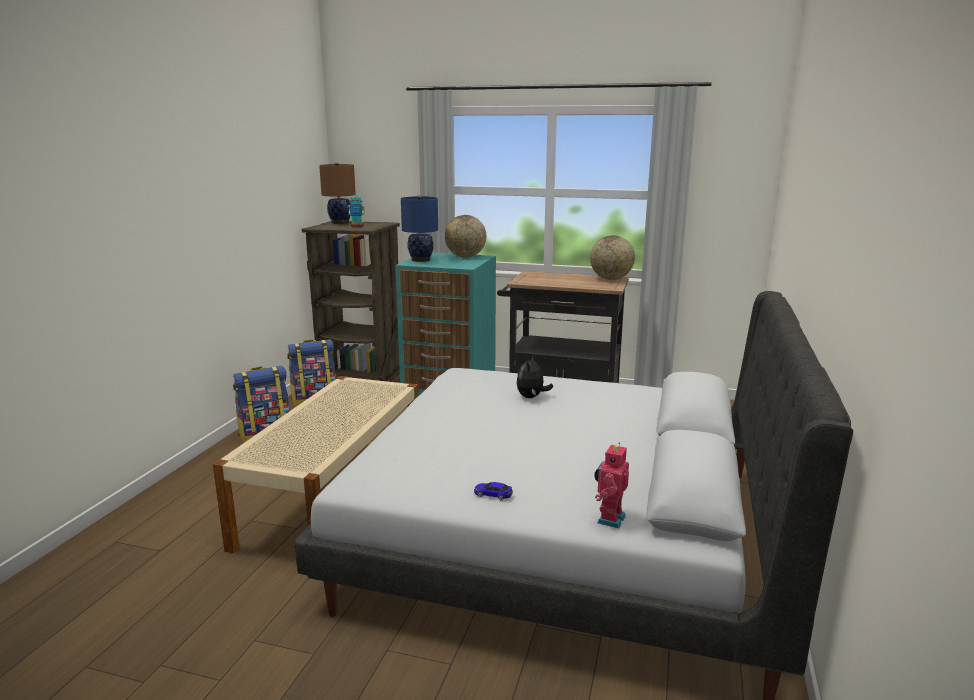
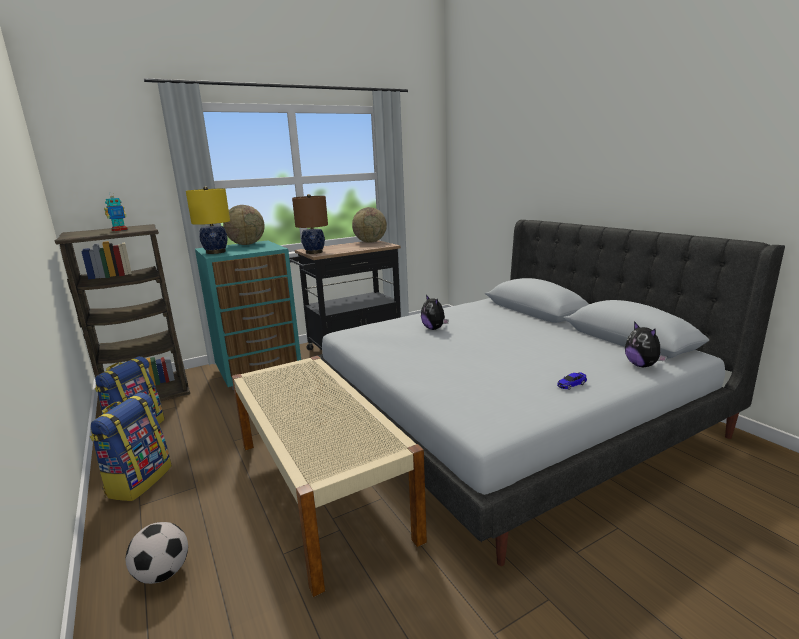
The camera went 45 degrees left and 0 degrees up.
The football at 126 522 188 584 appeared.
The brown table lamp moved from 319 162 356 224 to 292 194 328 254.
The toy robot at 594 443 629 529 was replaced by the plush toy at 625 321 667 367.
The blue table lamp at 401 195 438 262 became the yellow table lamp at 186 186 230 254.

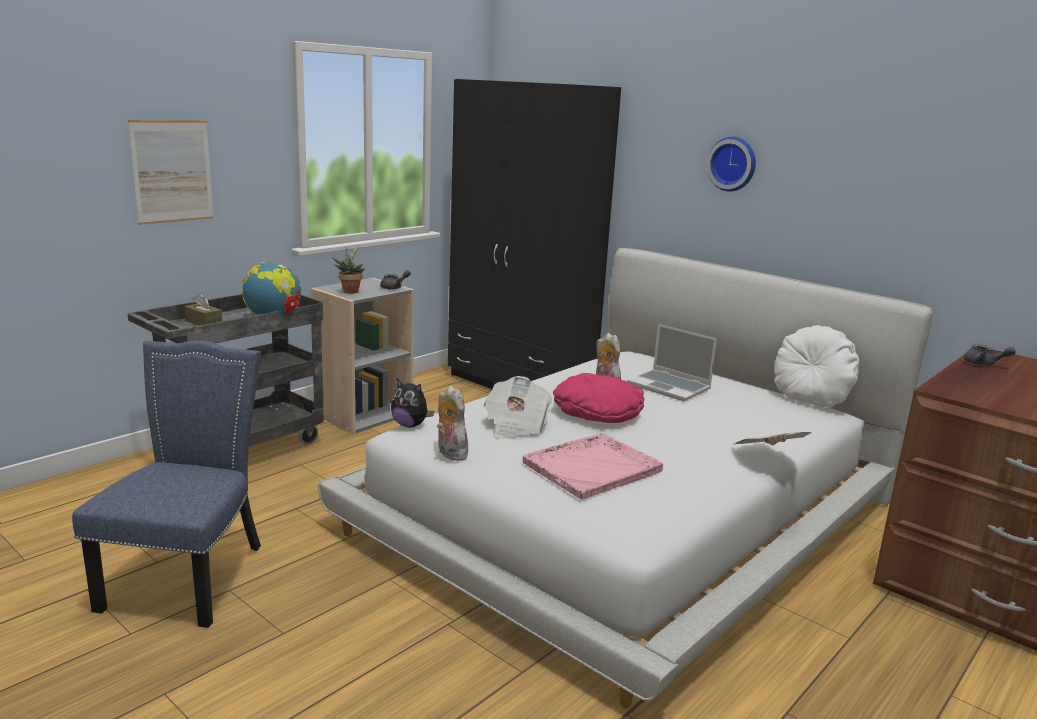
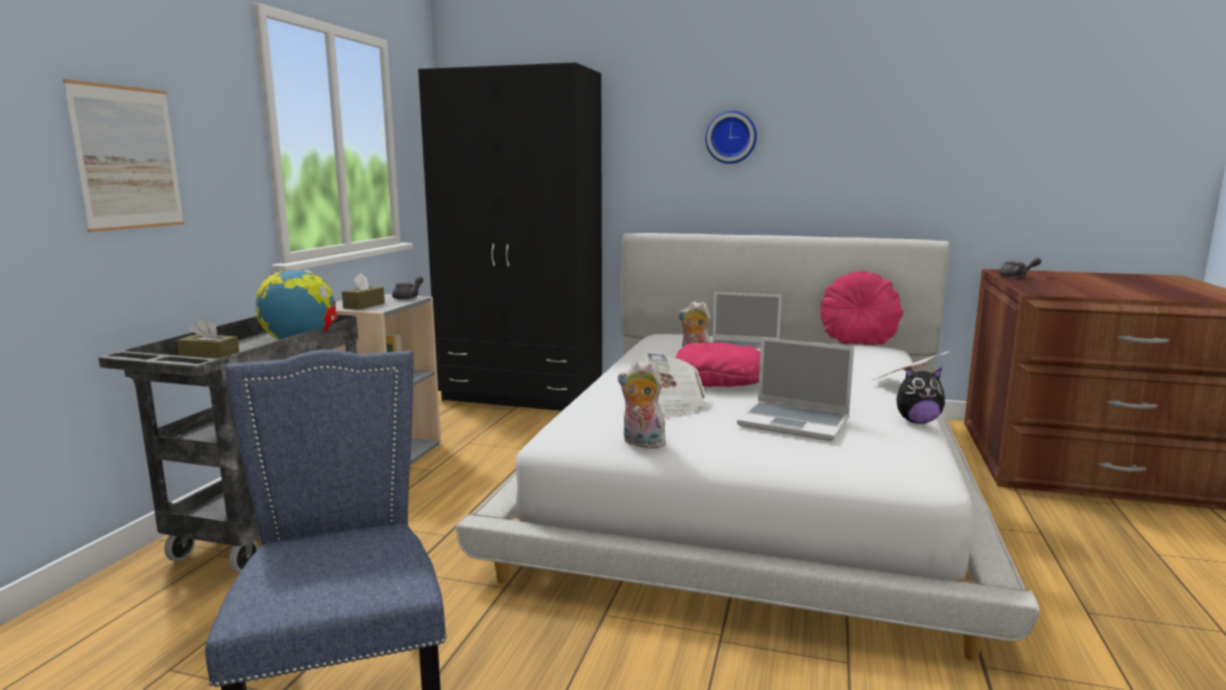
The camera went 25 degrees left and 5 degrees down.
The plush toy moved from 391 379 434 428 to 896 367 945 424.
The potted plant at 332 245 365 294 was replaced by the brown tissue box at 342 273 385 310.
The pink tray at 523 433 663 499 was replaced by the laptop at 737 337 854 441.
The white pillow at 774 325 859 408 became the pink pillow at 820 271 903 345.

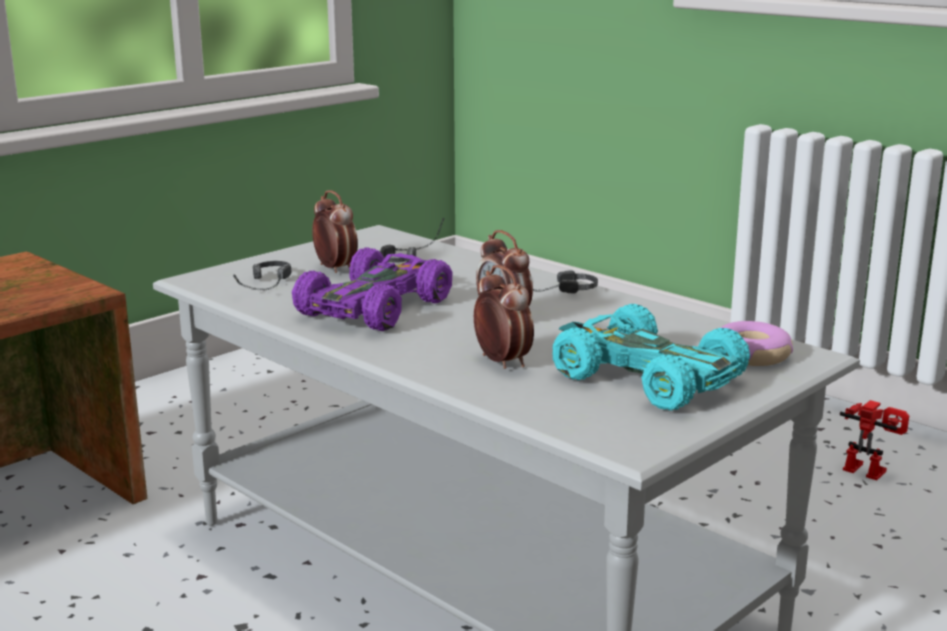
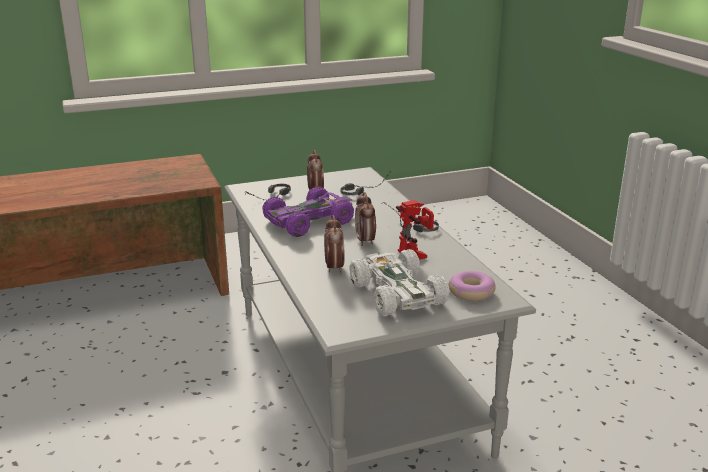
The camera went 25 degrees right and 5 degrees up.
The toy robot moved from 840 400 909 480 to 396 200 434 260.
The turquoise toy car at 552 304 750 410 became the white toy car at 349 249 449 316.

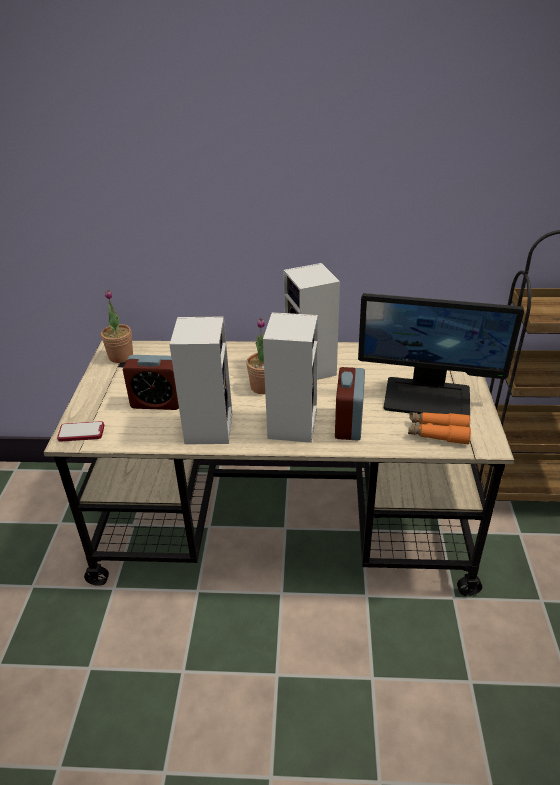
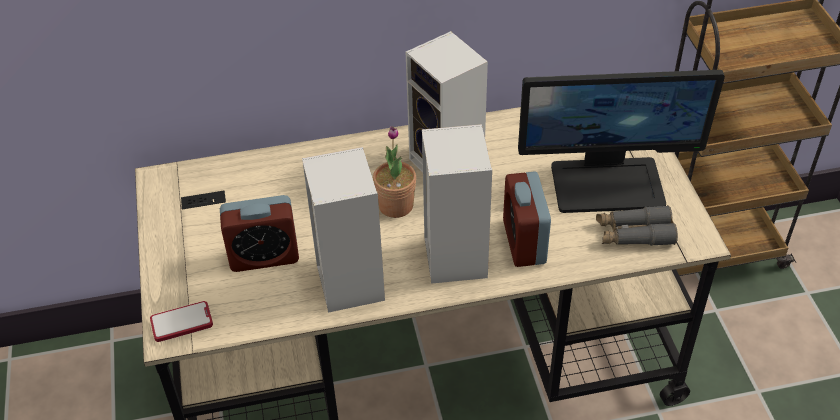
The camera went 15 degrees left and 10 degrees up.
The potted plant at 101 290 133 363 disappeared.
The orange binoculars at 408 412 471 445 became the grey binoculars at 596 205 678 246.

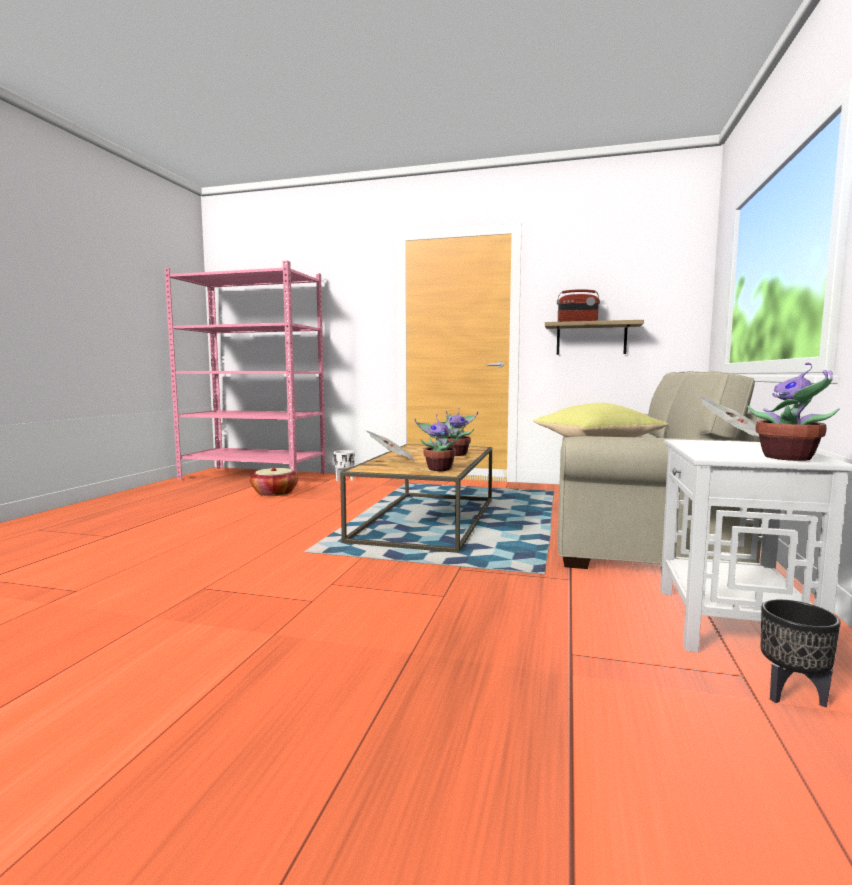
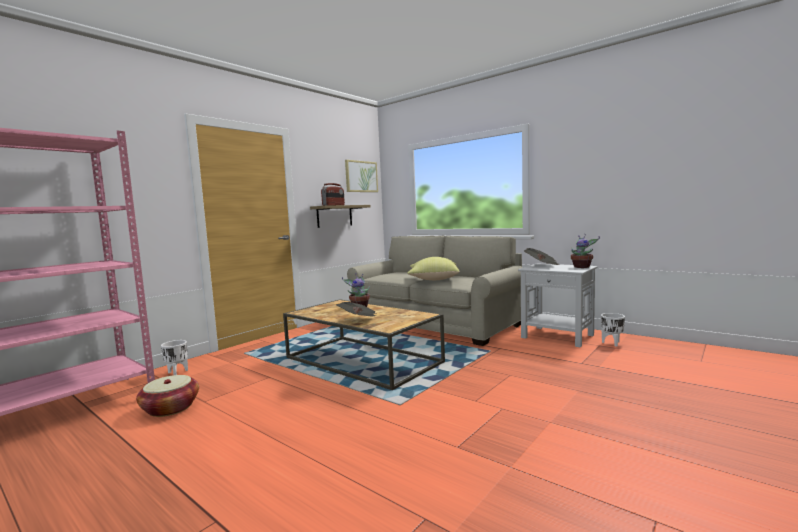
The camera went 65 degrees left and 0 degrees up.
The potted plant at 414 414 458 471 disappeared.
The picture at 345 160 378 192 appeared.
The black planter at 761 599 841 707 became the white planter at 601 313 625 347.

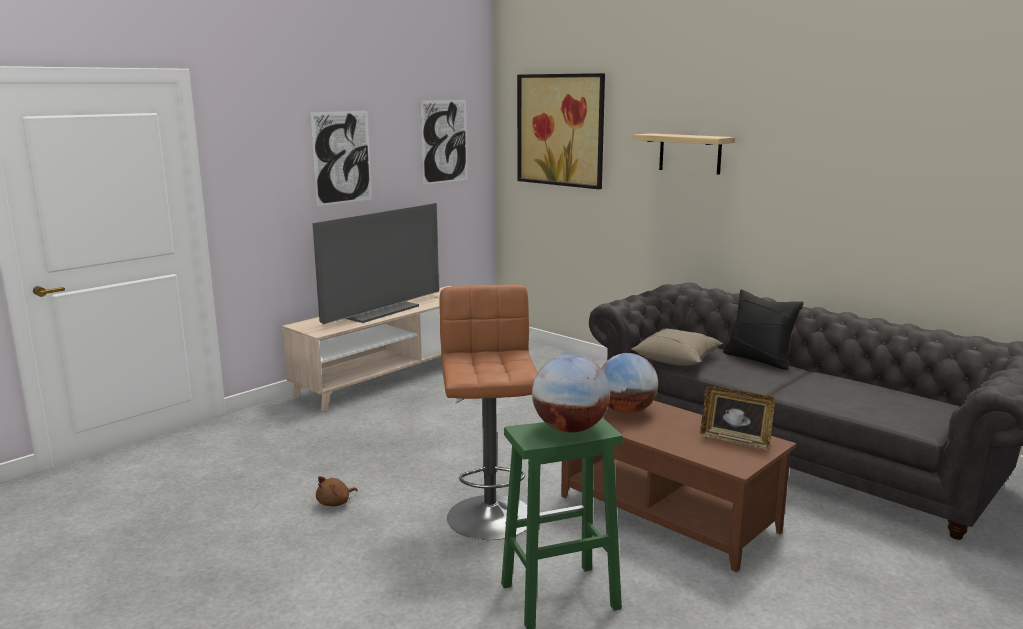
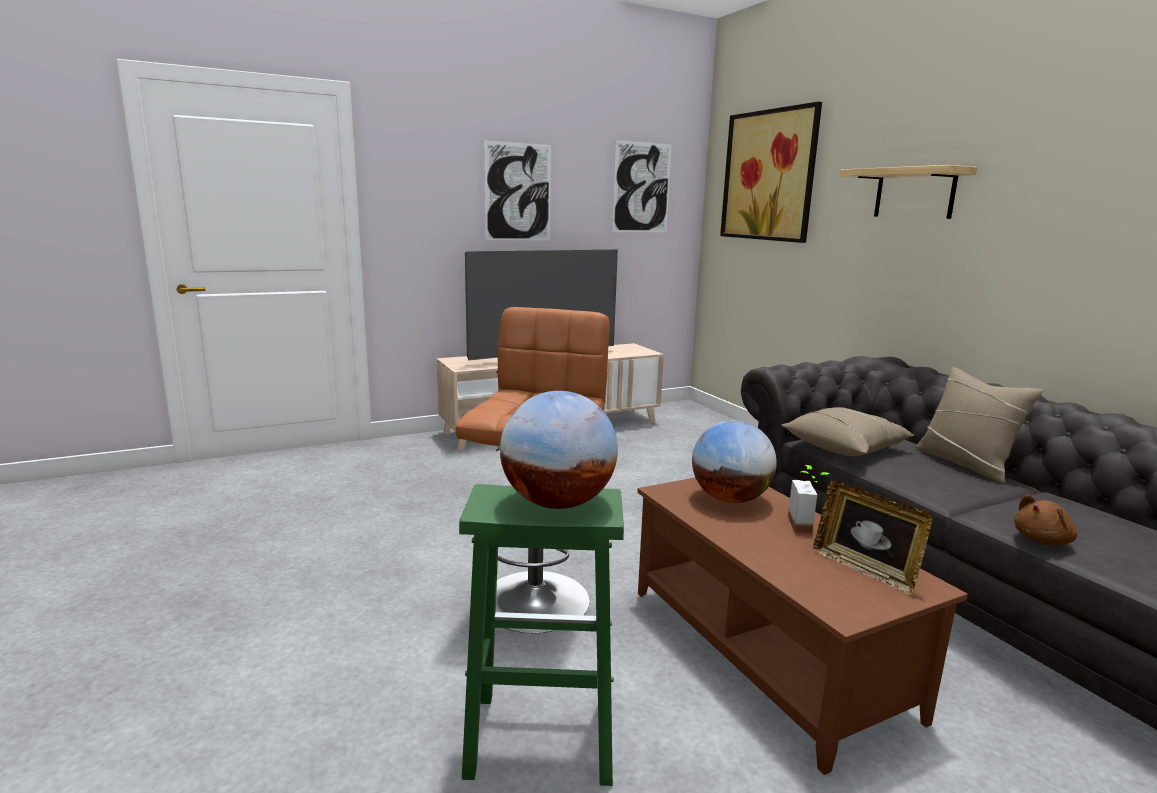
The camera went 20 degrees right and 0 degrees up.
The potted plant at 788 465 830 533 appeared.
The brown plush toy moved from 316 476 358 506 to 1014 495 1077 545.
The black pillow at 723 290 804 370 became the beige pillow at 915 367 1043 483.

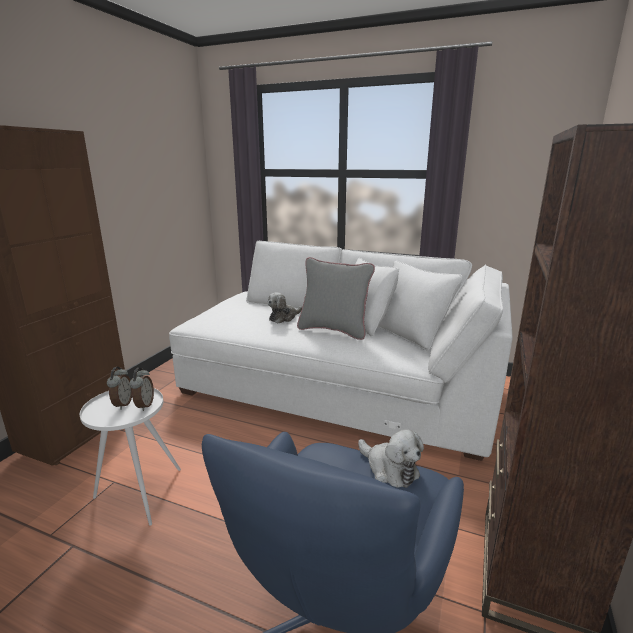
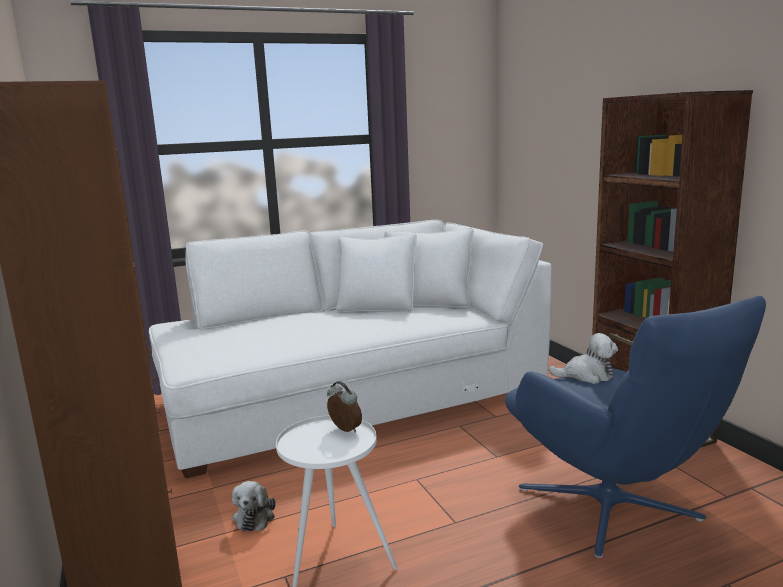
The camera went 45 degrees left and 5 degrees down.
The alarm clock at 107 367 132 410 disappeared.
The grey pillow at 297 257 375 340 disappeared.
The plush toy moved from 268 292 302 323 to 232 481 276 531.

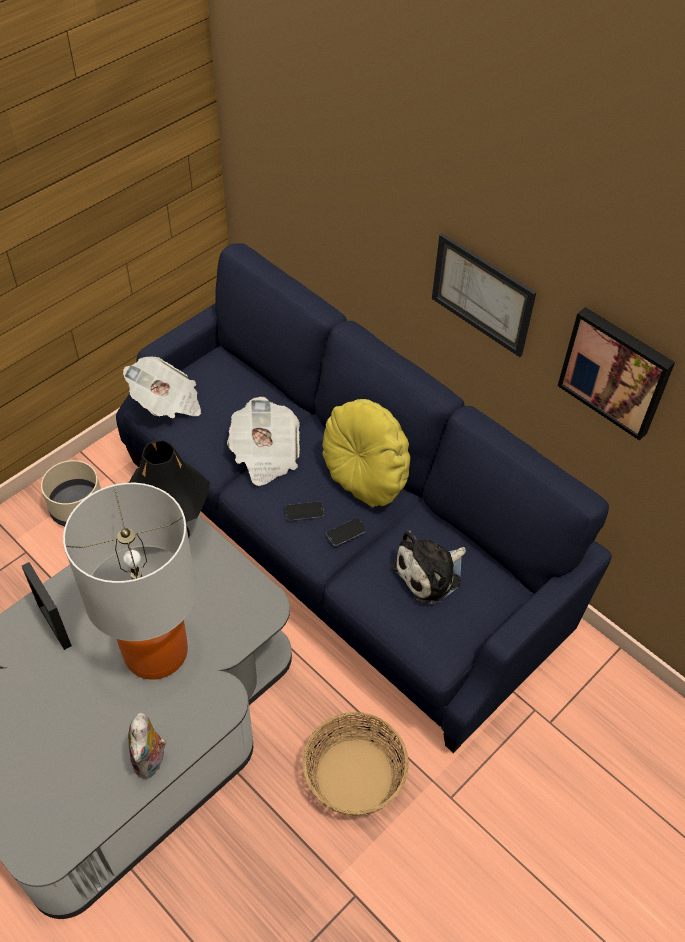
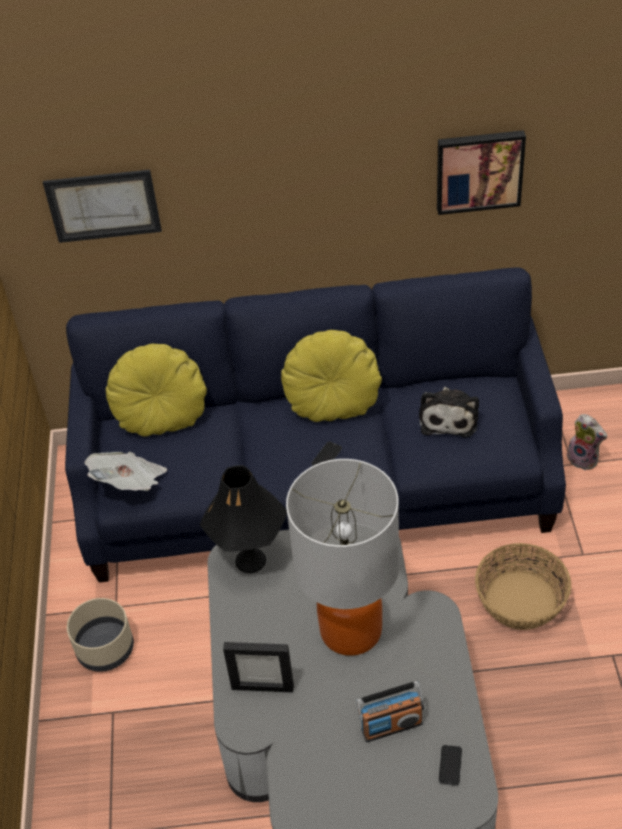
The camera went 45 degrees left and 5 degrees down.
The newspaper at 227 397 300 486 disappeared.
The yellow pillow at 106 344 207 437 appeared.
The radio at 356 681 424 742 appeared.
The plush toy moved from 128 713 166 779 to 567 414 607 471.
The phone moved from 326 518 366 546 to 439 745 462 786.
The picture moved from 432 234 536 357 to 43 170 162 243.

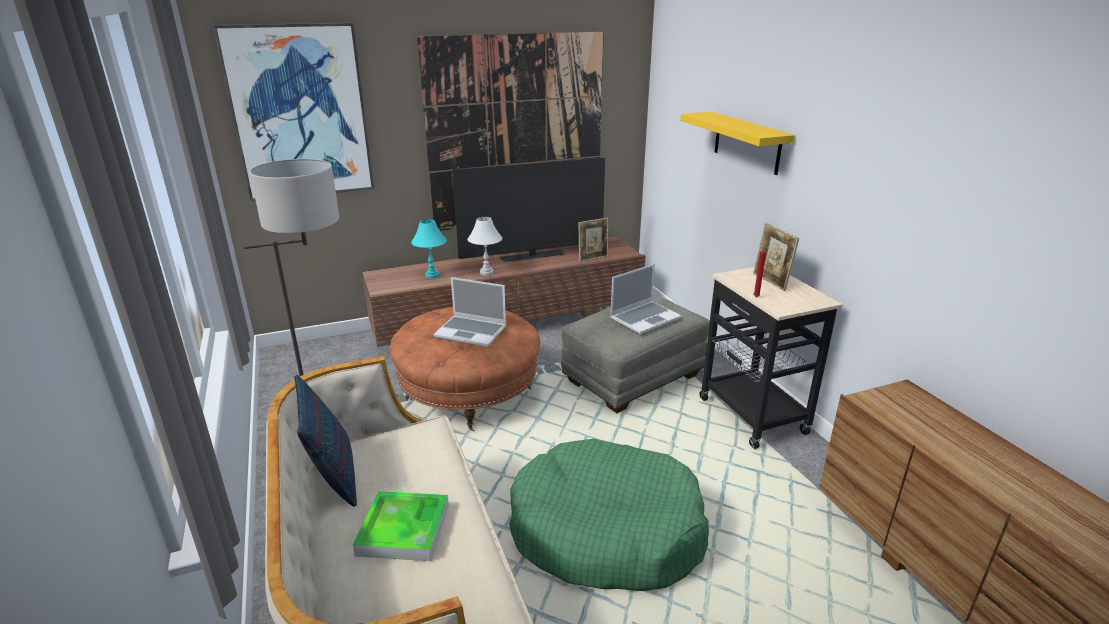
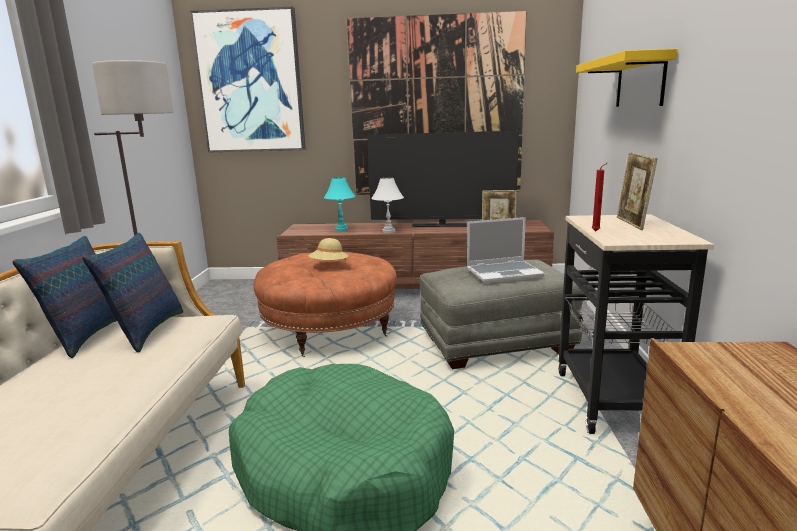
The camera went 25 degrees right and 10 degrees down.
The tray at 353 491 449 561 disappeared.
The blue pillow at 82 233 183 352 appeared.
The laptop at 433 277 506 347 was replaced by the beige hat at 309 238 349 262.

